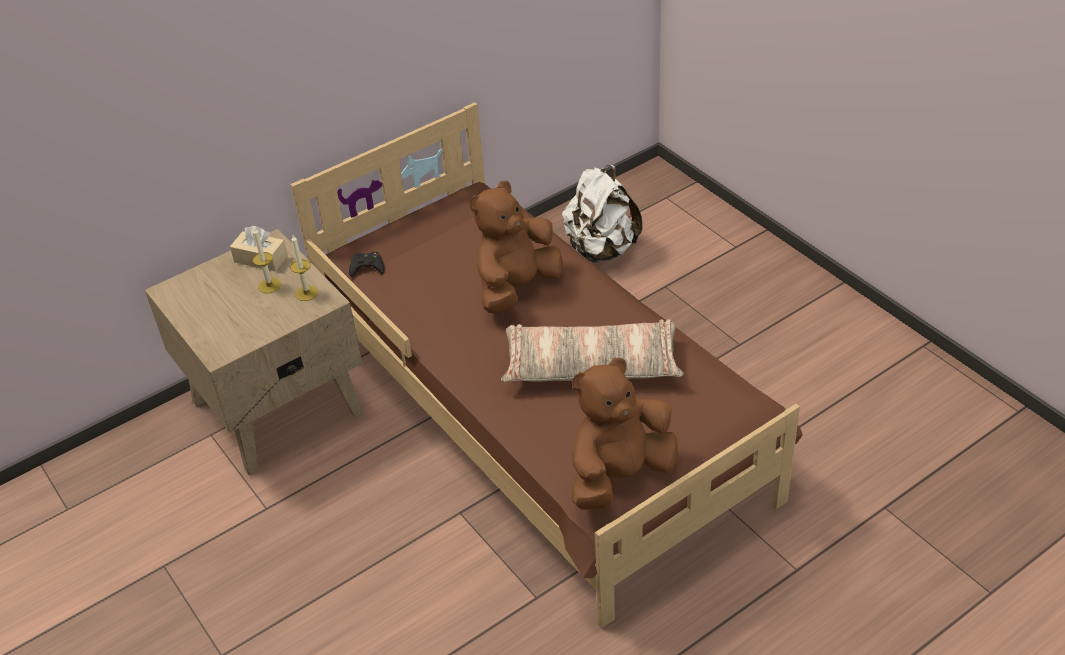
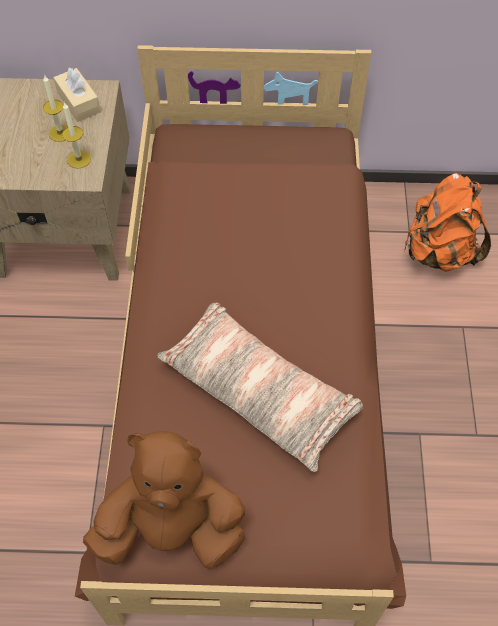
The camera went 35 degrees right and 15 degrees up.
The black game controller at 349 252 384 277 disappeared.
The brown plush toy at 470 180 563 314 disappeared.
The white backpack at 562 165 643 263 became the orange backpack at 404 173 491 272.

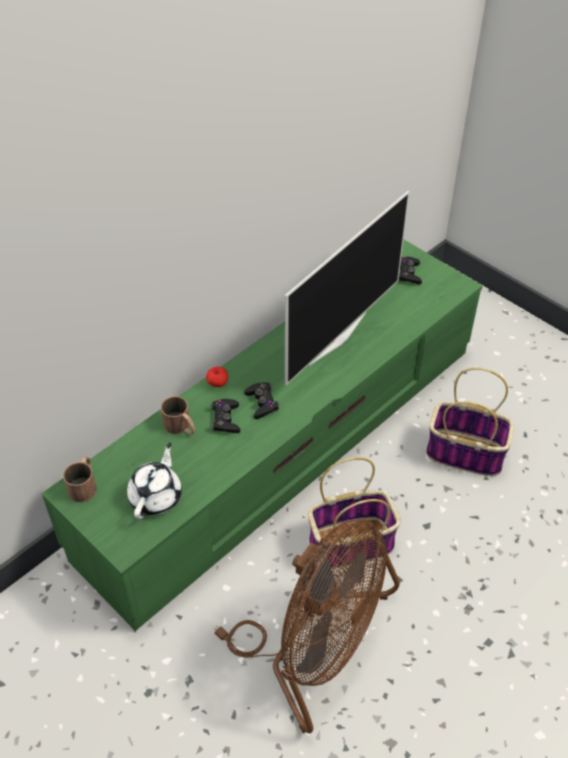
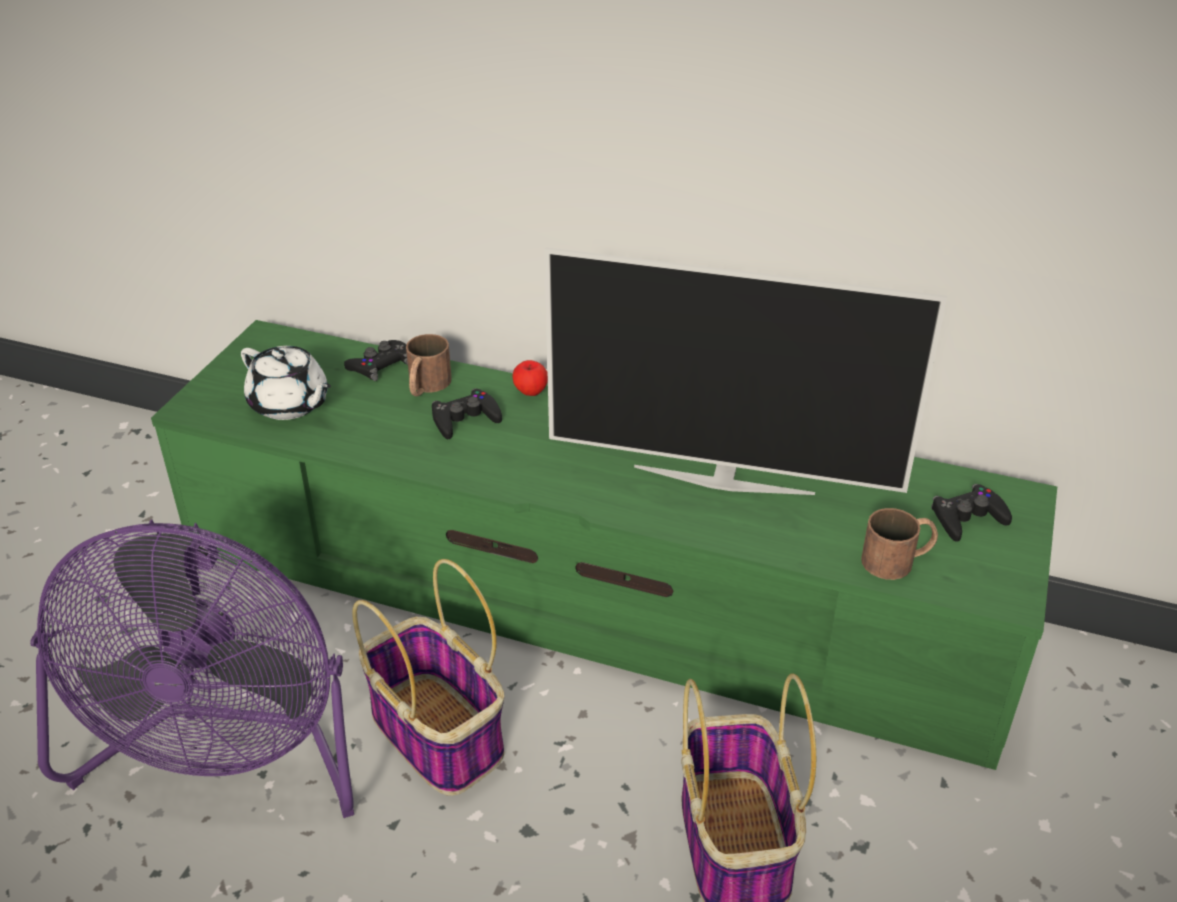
The camera went 65 degrees right and 10 degrees down.
The brown mug moved from 63 457 97 502 to 861 508 938 580.
The black game controller moved from 244 382 280 419 to 344 340 408 381.
The brown fan at 214 520 400 733 became the purple fan at 30 519 354 818.
The white teapot at 127 443 182 519 turned 45 degrees clockwise.

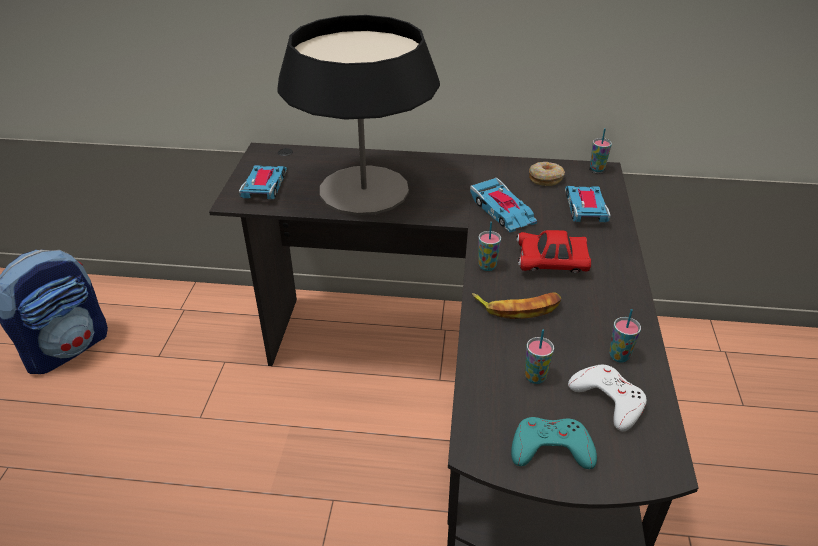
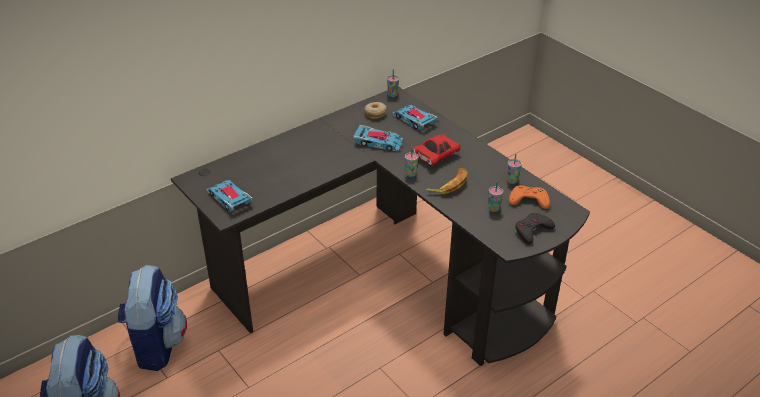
The camera went 45 degrees left and 0 degrees up.
The table lamp at 277 15 440 215 disappeared.
The backpack at 117 265 187 371 appeared.
The turquoise game controller at 511 417 597 469 became the black game controller at 515 213 555 244.
The white game controller at 568 364 647 431 became the orange game controller at 509 185 550 209.

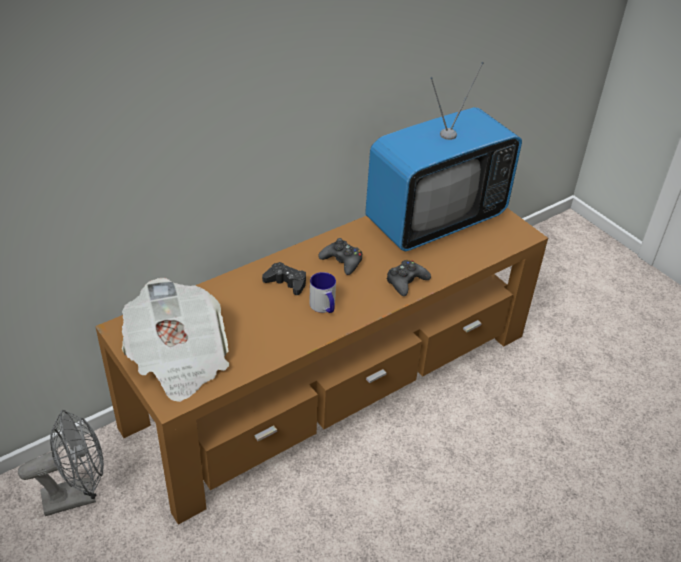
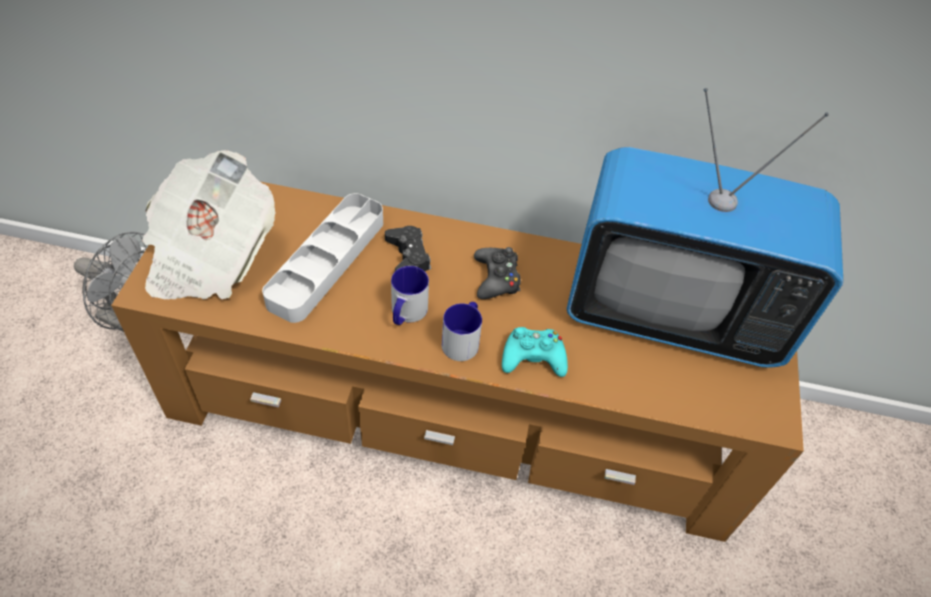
The camera went 45 degrees right and 10 degrees up.
The grey tray at 262 193 383 323 appeared.
The mug at 442 302 482 361 appeared.
The black game controller at 387 260 431 296 became the turquoise game controller at 502 327 568 377.

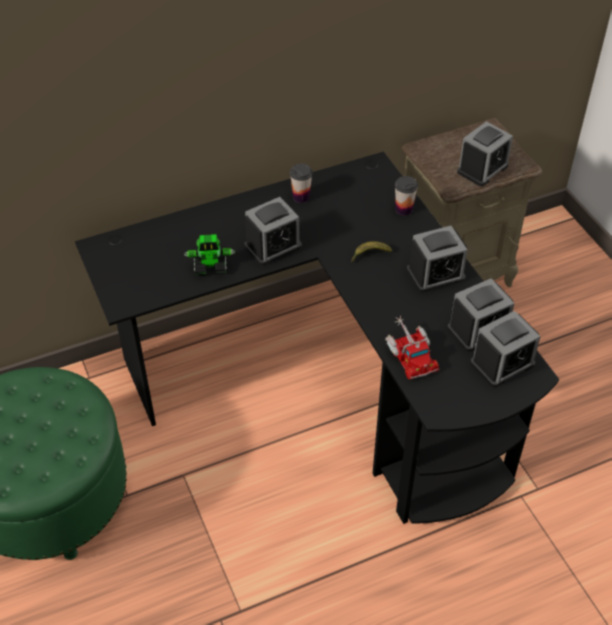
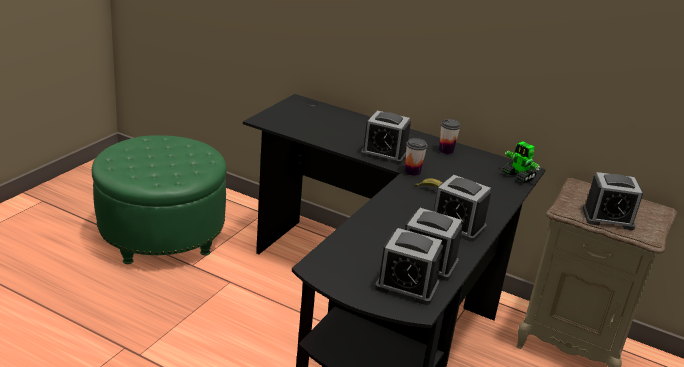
The camera went 50 degrees right and 20 degrees down.
The toy truck at 385 316 439 379 disappeared.
The toy robot moved from 184 234 235 275 to 502 141 541 183.
The cup moved from 395 176 418 216 to 405 138 428 176.

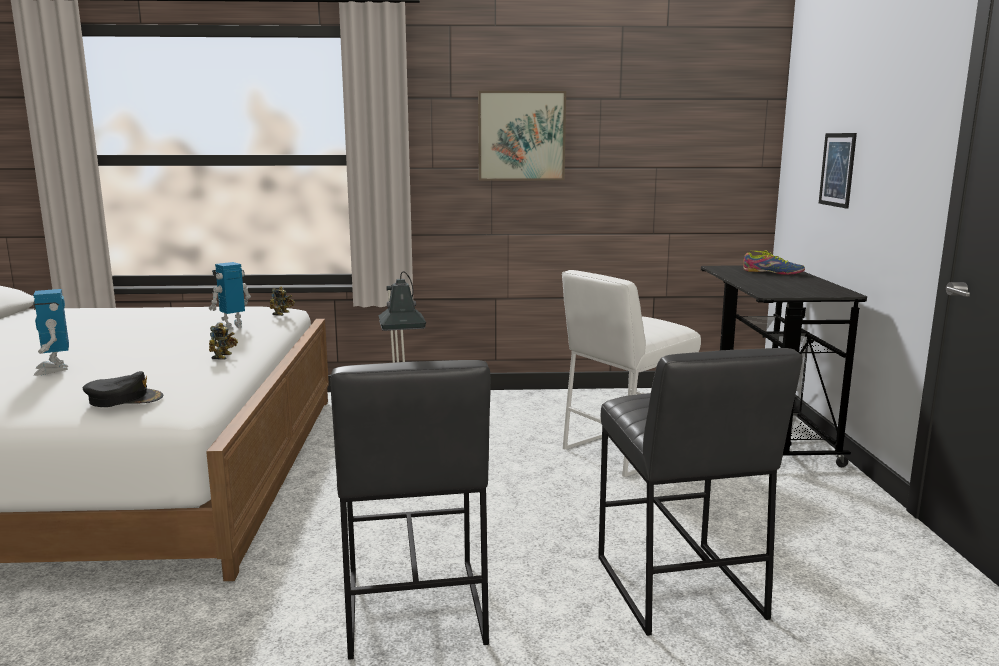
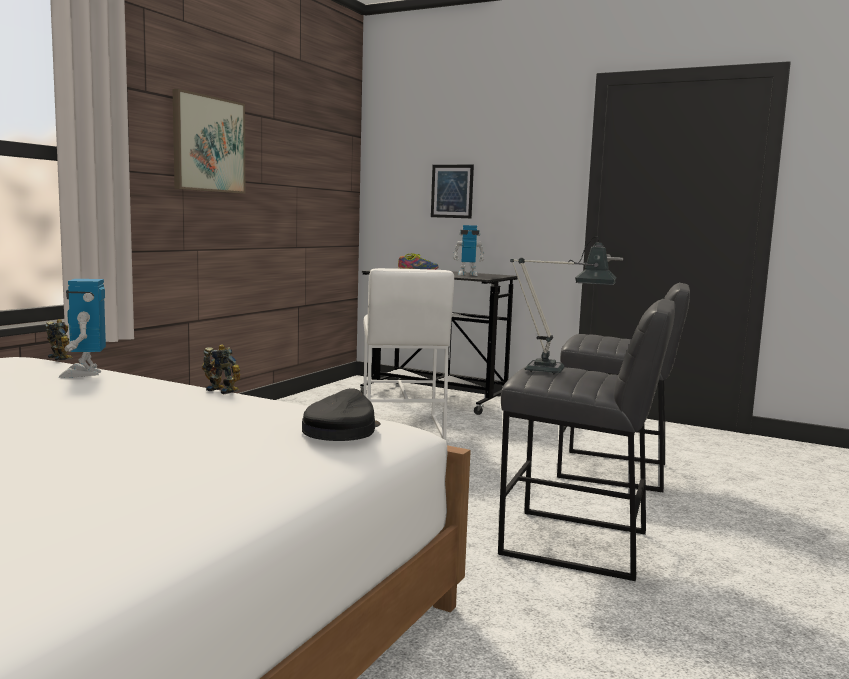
The camera went 60 degrees left and 5 degrees down.
The toy robot moved from 33 289 69 376 to 453 225 484 276.

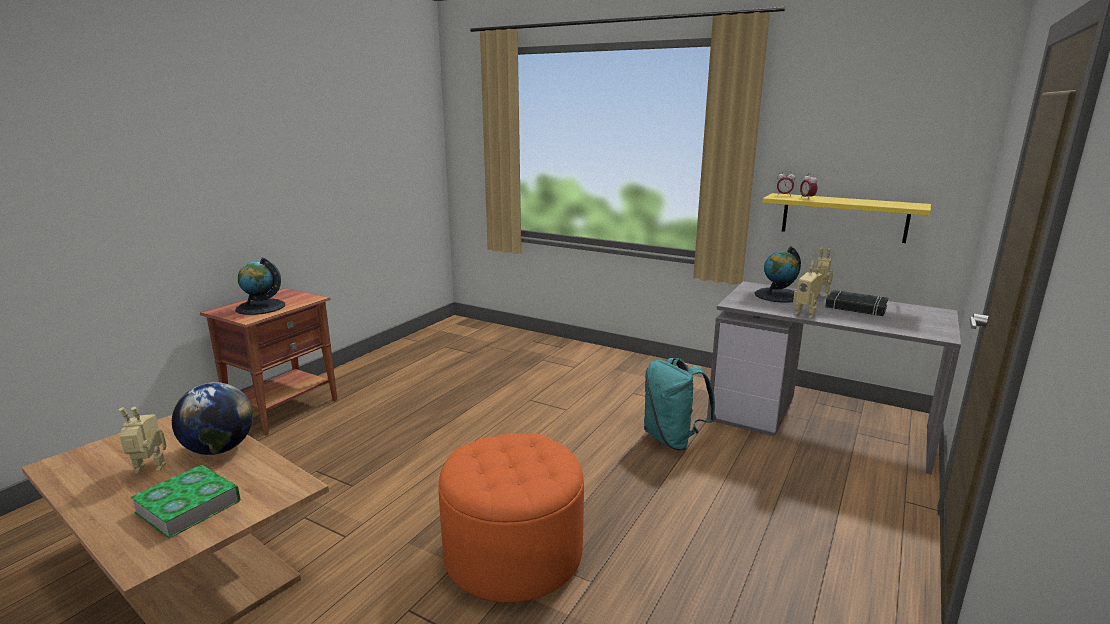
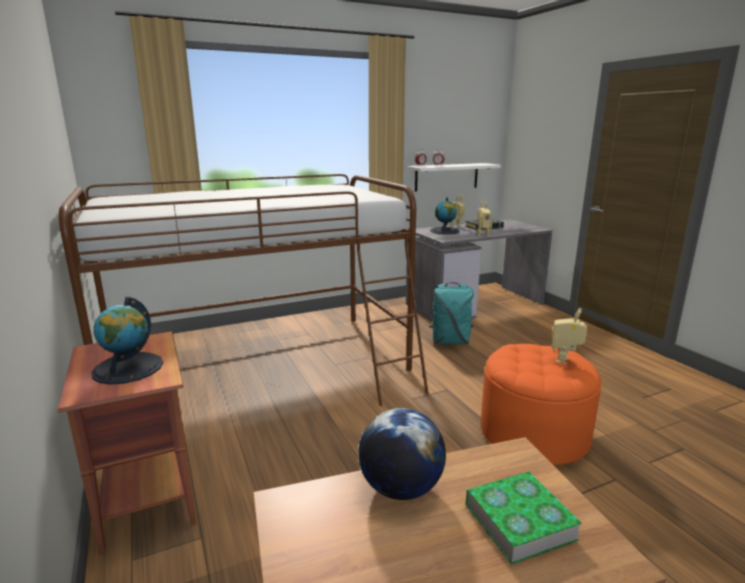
The camera went 55 degrees left and 0 degrees up.
The brown bed at 59 174 429 406 appeared.
The toy robot moved from 119 407 167 473 to 551 308 587 364.
The yellow shelf at 762 193 931 243 became the white shelf at 407 163 501 192.

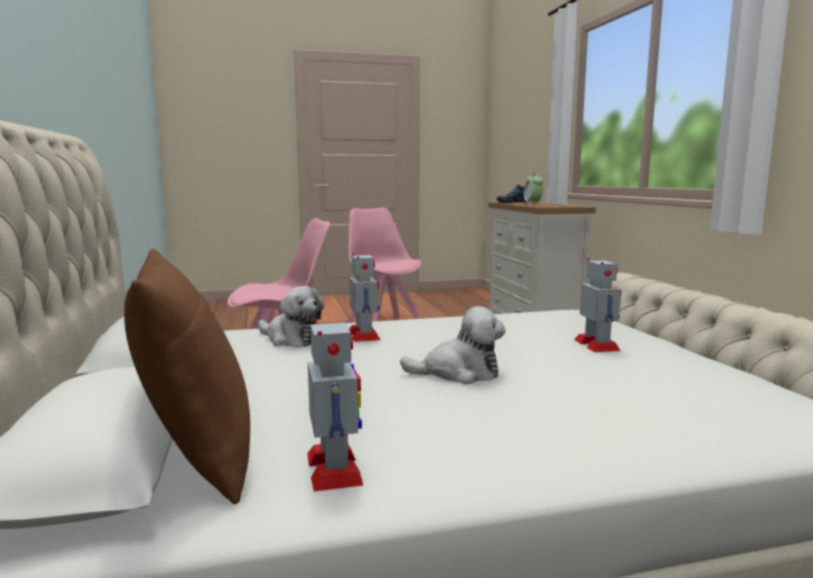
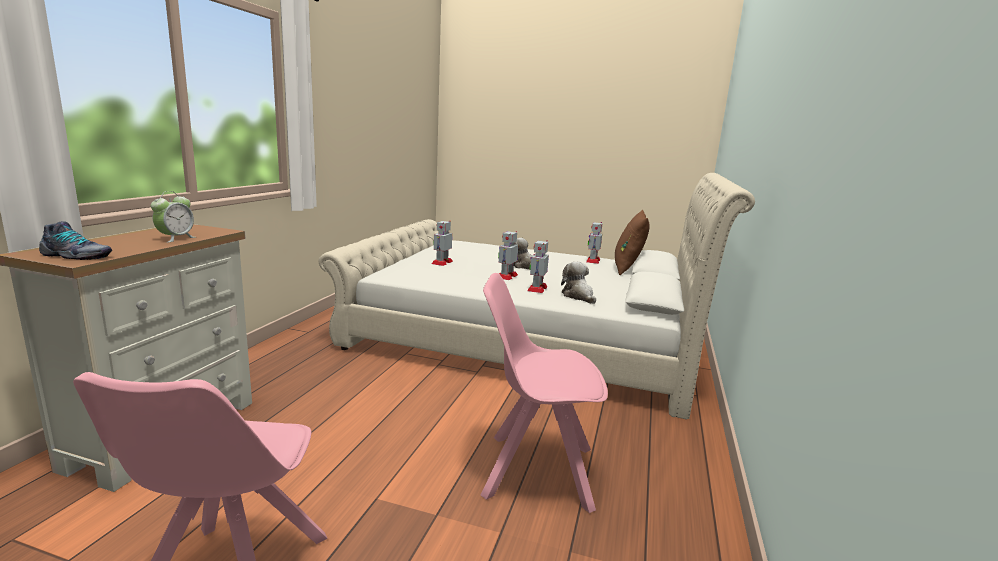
The camera went 150 degrees left and 5 degrees up.
The toy robot at 498 231 518 280 appeared.

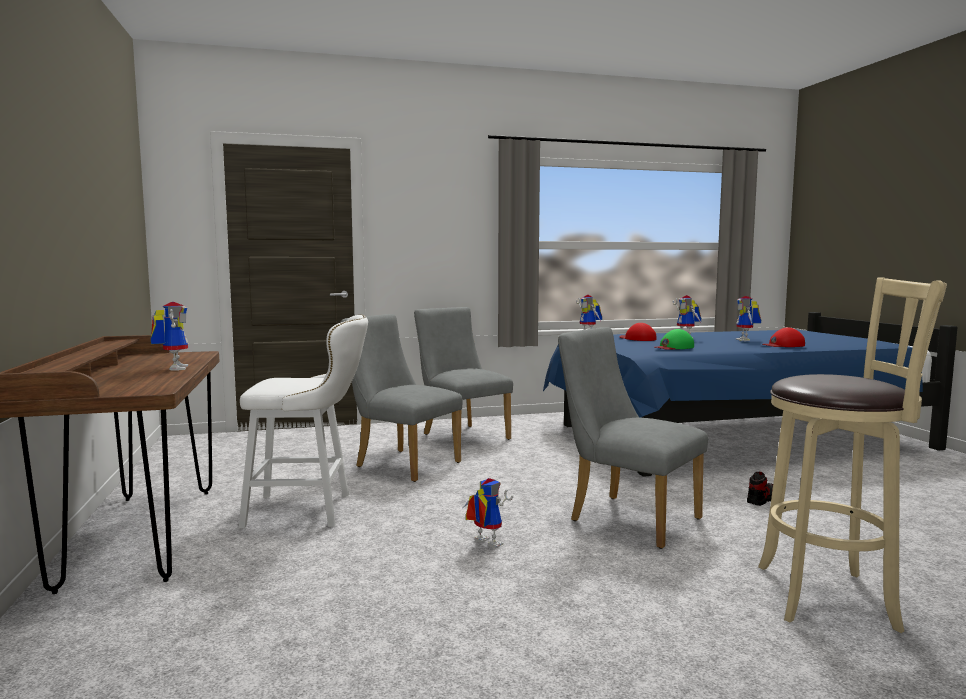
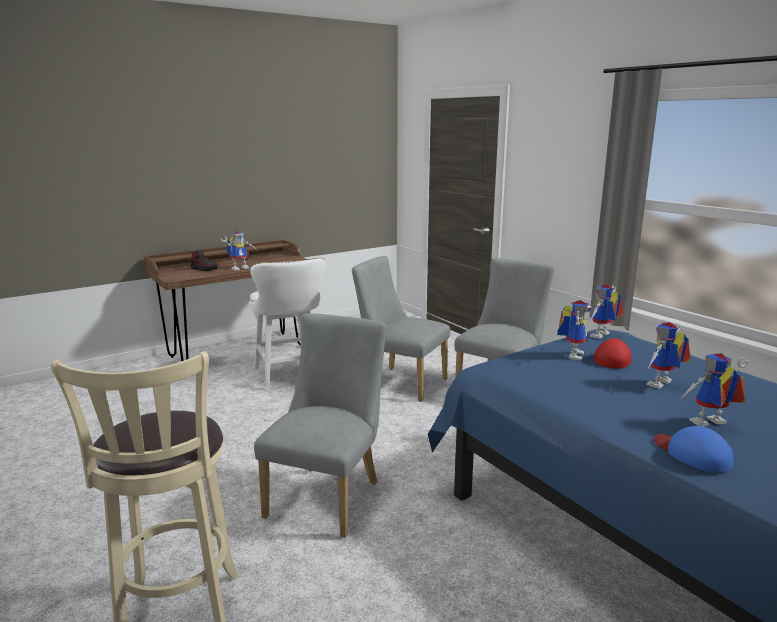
The camera went 70 degrees right and 10 degrees up.
The green cap at 654 329 694 350 disappeared.
The toy robot moved from 463 478 513 548 to 557 300 591 360.
The shoe moved from 747 471 773 506 to 191 249 217 271.
The red cap at 762 327 805 347 became the blue cap at 654 426 734 473.
The grey chair at 341 314 463 482 turned 75 degrees counterclockwise.

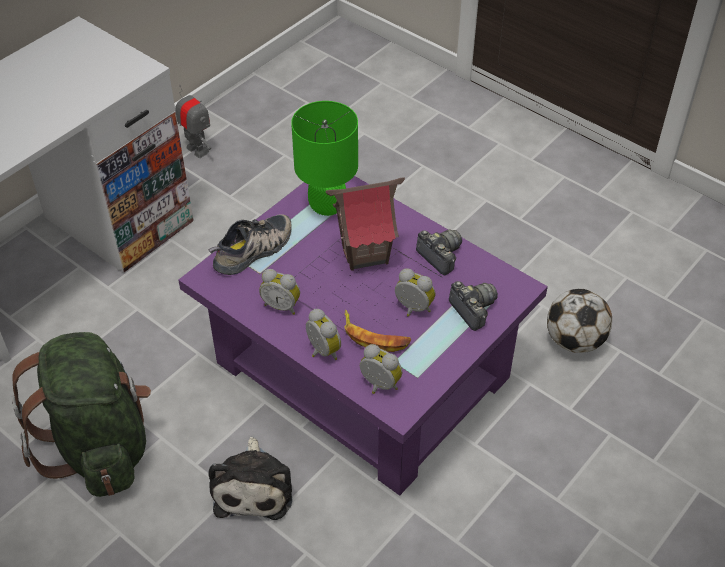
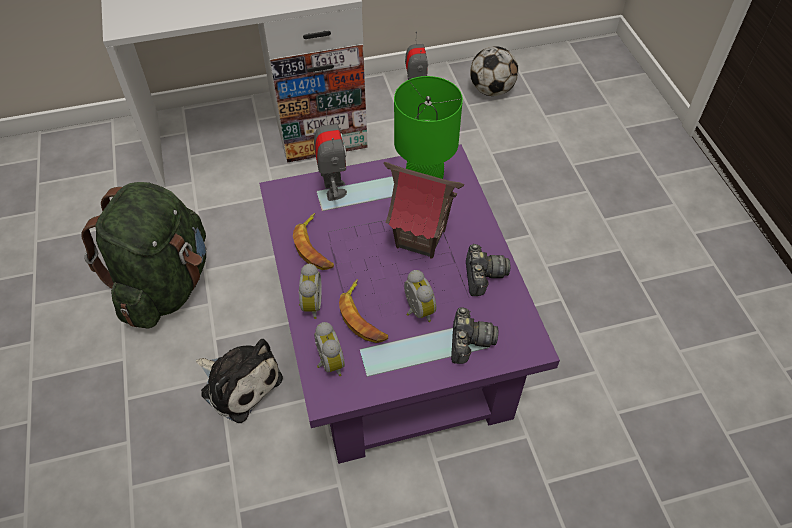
The camera went 35 degrees right and 5 degrees up.
The football moved from 547 289 612 353 to 470 46 518 96.
The shoe at 209 215 292 275 was replaced by the toy robot at 314 108 347 201.
The alarm clock at 259 269 300 315 was replaced by the banana at 293 213 334 270.
The plush toy at 208 437 292 520 turned 90 degrees counterclockwise.

